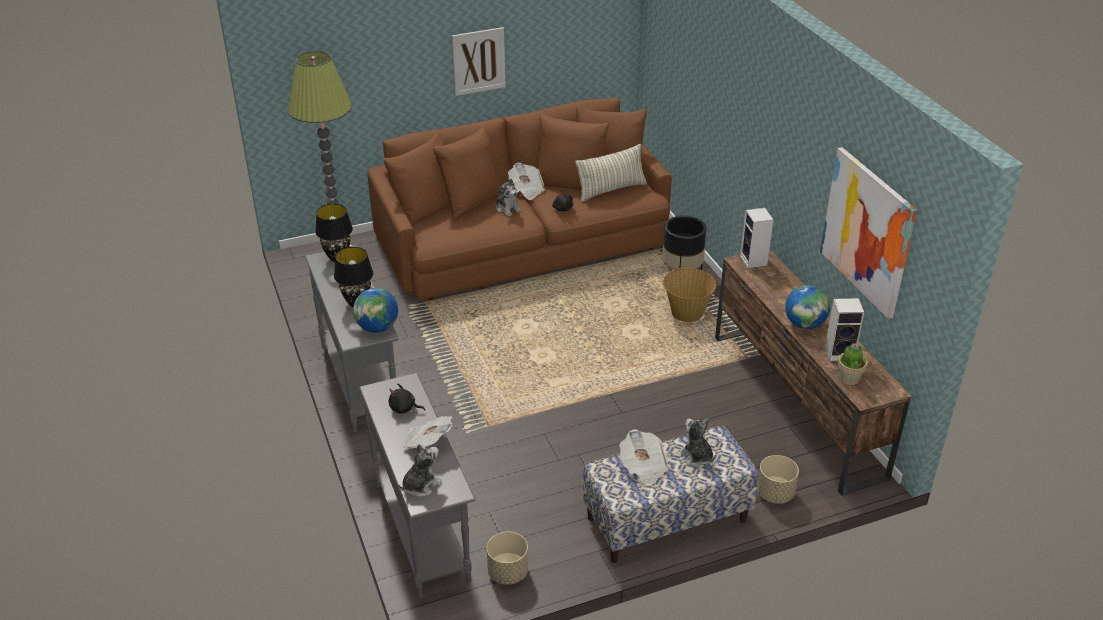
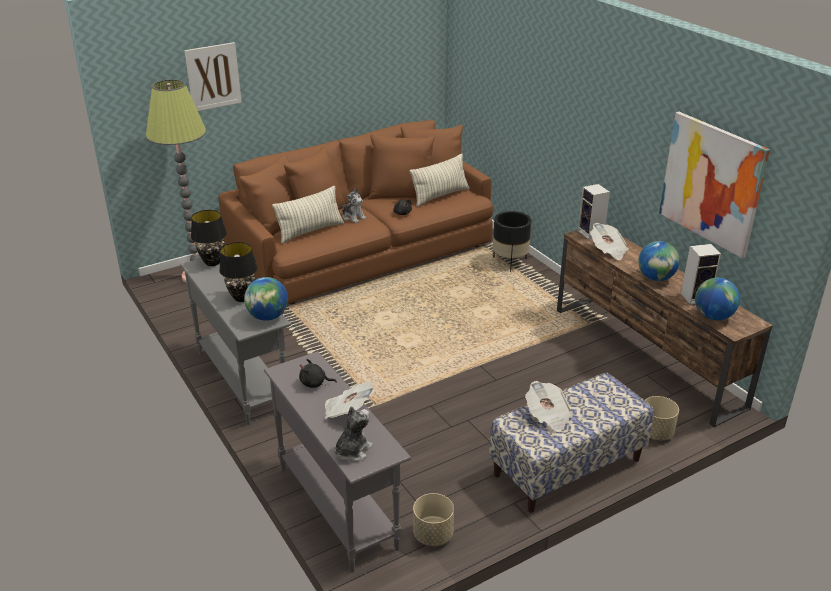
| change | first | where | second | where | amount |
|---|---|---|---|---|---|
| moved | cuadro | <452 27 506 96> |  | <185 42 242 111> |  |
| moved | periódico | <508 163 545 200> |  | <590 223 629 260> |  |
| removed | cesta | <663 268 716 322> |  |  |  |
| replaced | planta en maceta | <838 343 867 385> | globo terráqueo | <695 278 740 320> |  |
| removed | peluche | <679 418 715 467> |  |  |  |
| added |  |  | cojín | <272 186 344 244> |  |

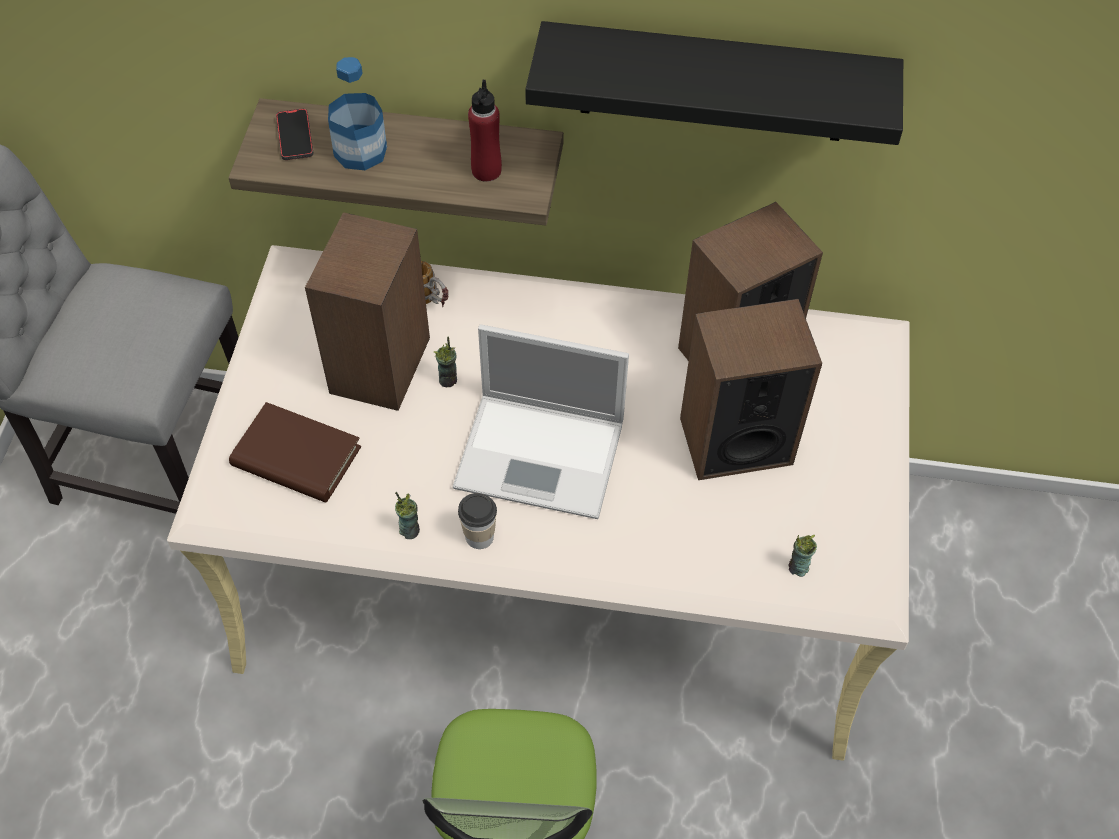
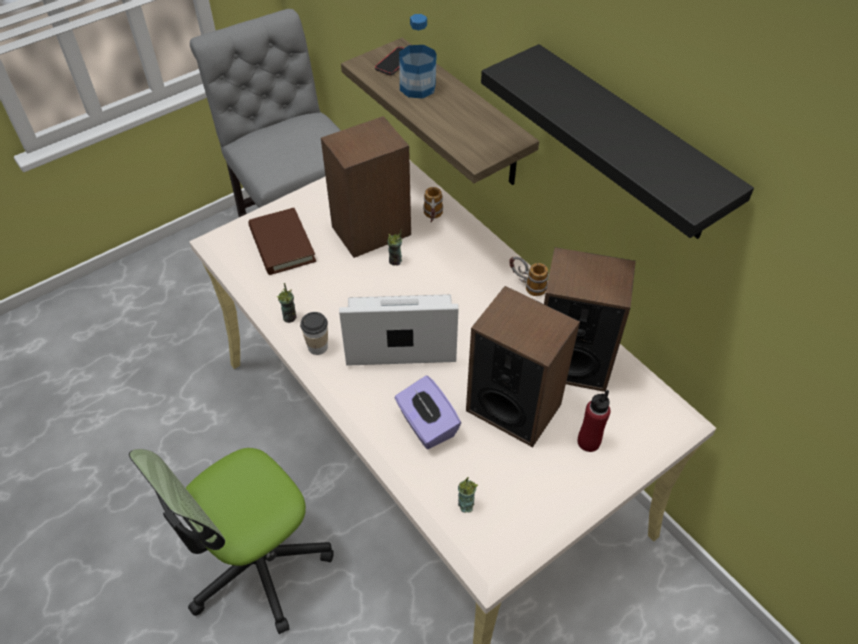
| change | first | where | second | where | amount |
|---|---|---|---|---|---|
| moved | botella/rojo | <468 80 502 182> |  | <577 390 610 452> |  |
| turned | portátil | <452 324 629 519> |  | <339 294 459 366> | 120 degrees clockwise |
| added |  |  | taza grande | <509 256 549 296> |  |
| added |  |  | caja de pañuelos/morado | <395 376 461 449> |  |

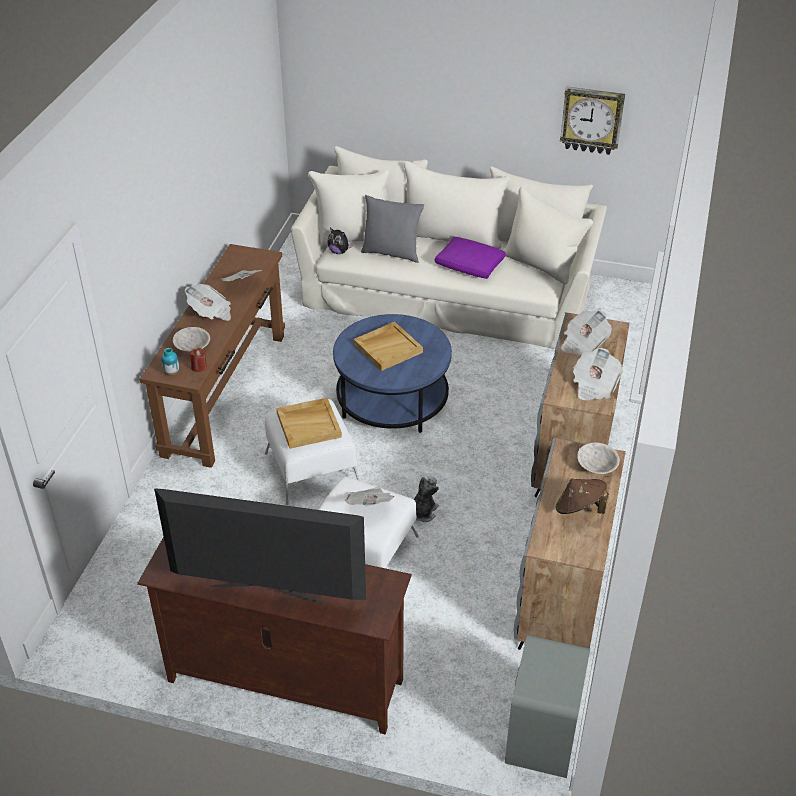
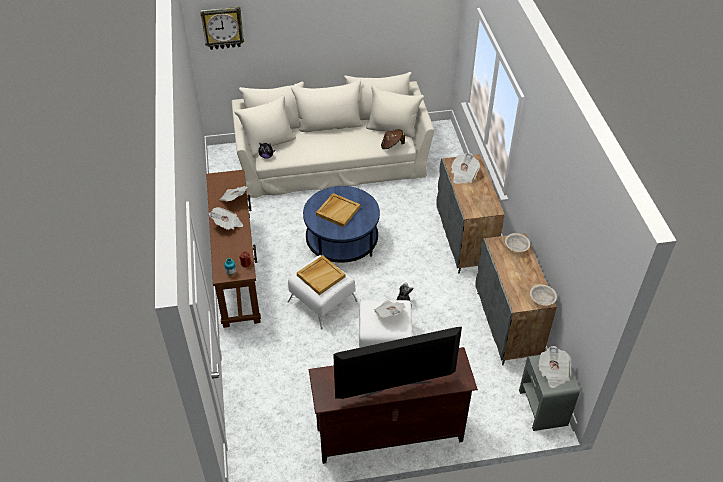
| change | first | where | second | where | amount |
|---|---|---|---|---|---|
| moved | reloj de pared | <560 87 625 155> |  | <200 7 244 50> |  |
| removed | cojín/gris | <361 195 424 263> |  |  |  |
| removed | cojín/morado | <435 237 506 279> |  |  |  |
| moved | cuenco/beis | <173 327 210 352> |  | <530 284 557 306> |  |
| moved | periódico | <573 348 623 400> |  | <538 346 571 388> |  |
| moved | sombrero/marrón | <556 479 609 514> |  | <381 129 405 149> |  |

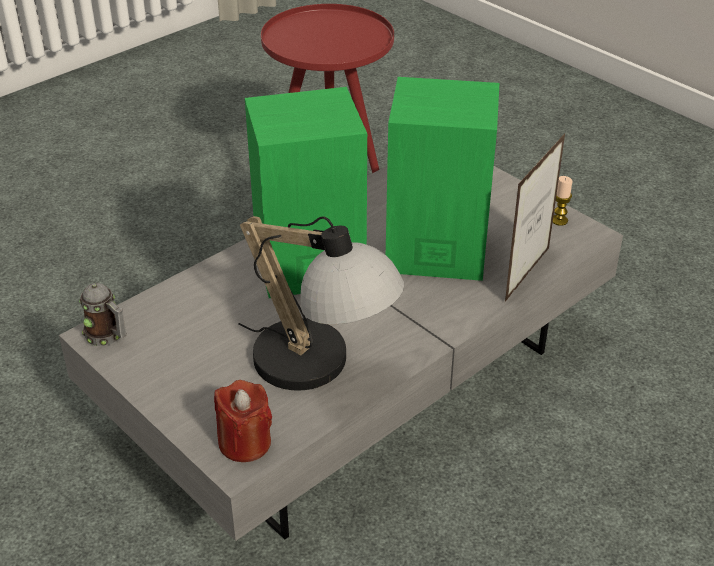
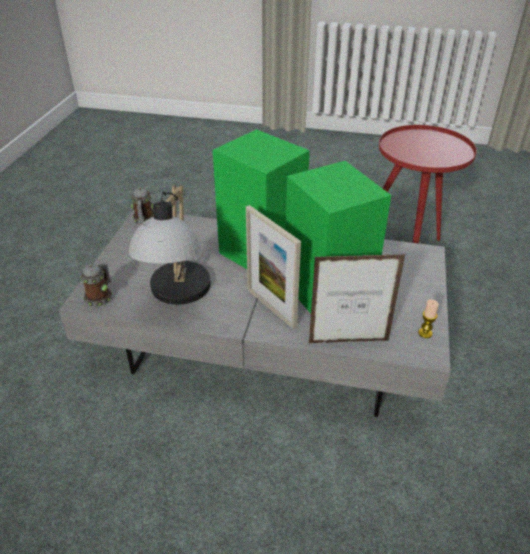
| change | first | where | second | where | amount |
|---|---|---|---|---|---|
| replaced | vela/rojo | <214 380 272 462> | taza grande | <80 262 112 307> |  |
| added |  |  | portarretratos | <246 205 301 329> |  |

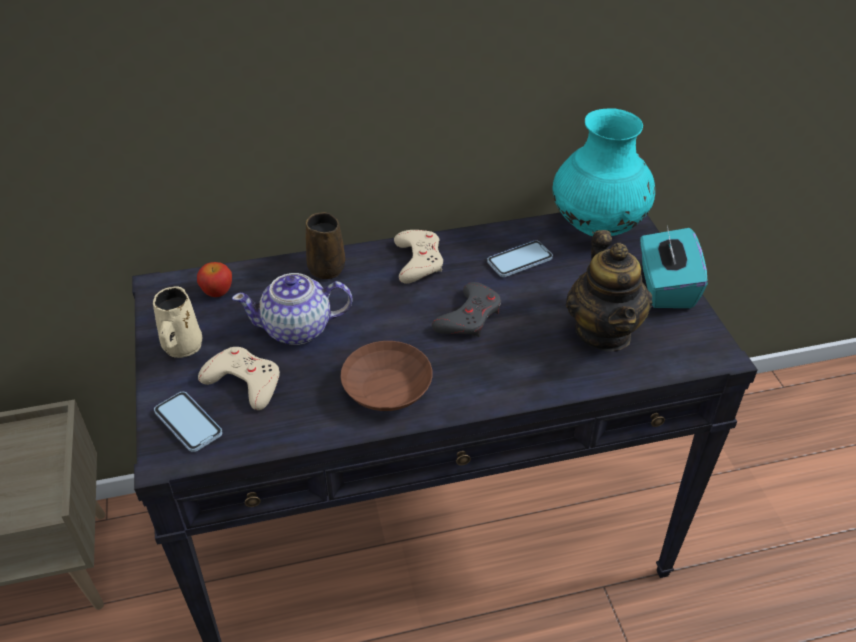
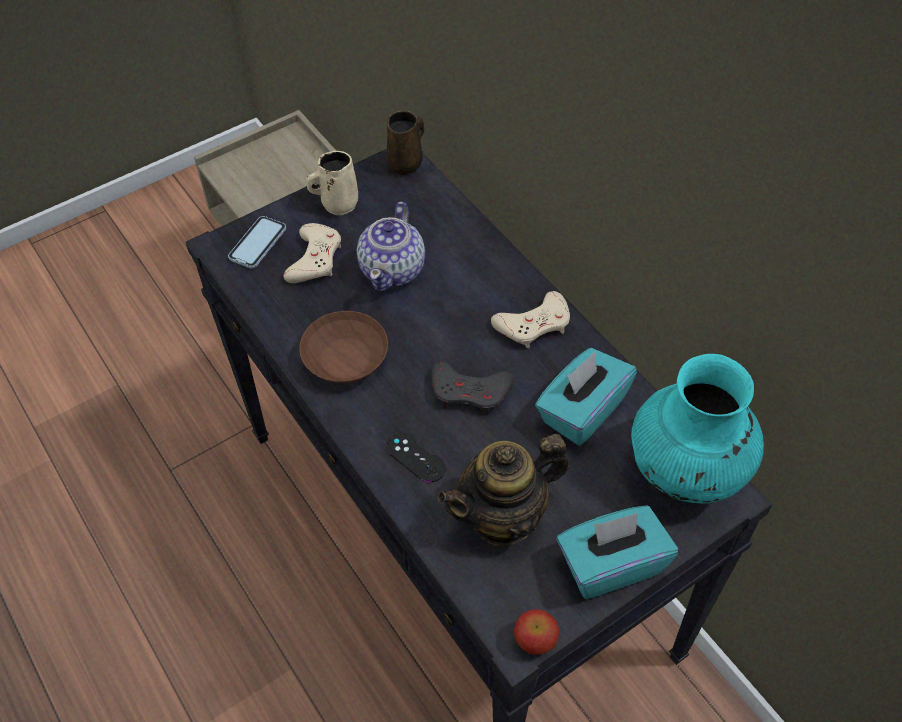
| change | first | where | second | where | amount |
|---|---|---|---|---|---|
| moved | taza grande/marrón | <306 212 345 279> |  | <386 111 424 175> |  |
| replaced | móvil | <487 240 553 277> | caja de pañuelos/turquesa | <535 348 637 446> |  |
| moved | manzana | <197 262 232 297> |  | <514 609 559 655> |  |
| turned | tetera | <232 273 353 345> |  | <357 201 425 291> | 135 degrees counterclockwise |
| added |  |  | mando de consola/negro | <387 433 446 482> |  |

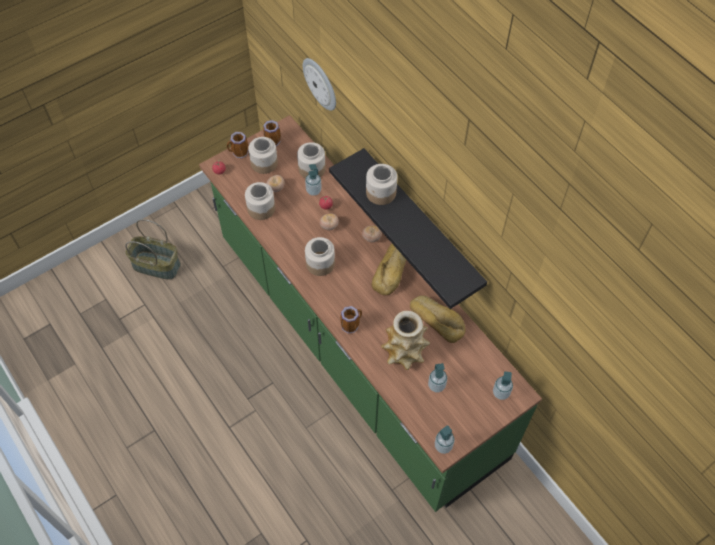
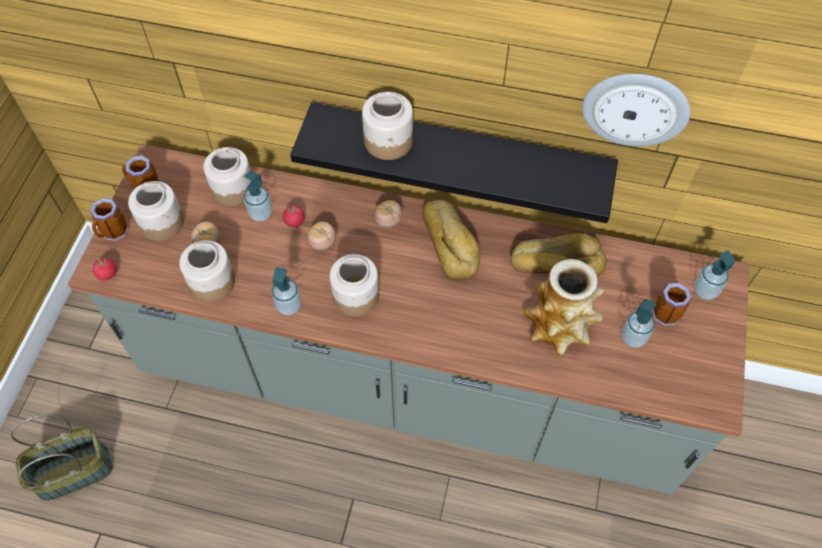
| change | first | where | second | where | amount |
|---|---|---|---|---|---|
| moved | reloj de pared | <303 58 336 111> |  | <582 74 691 146> |  |
| recoloured | mueble bajo de cocina/verde | <199 115 542 512> | mueble bajo de cocina/gris | <68 144 749 494> |  |
| moved | taza grande | <340 306 362 334> |  | <652 281 692 326> |  |
| moved | dispensador de jabón | <435 425 455 454> |  | <271 267 301 315> |  |

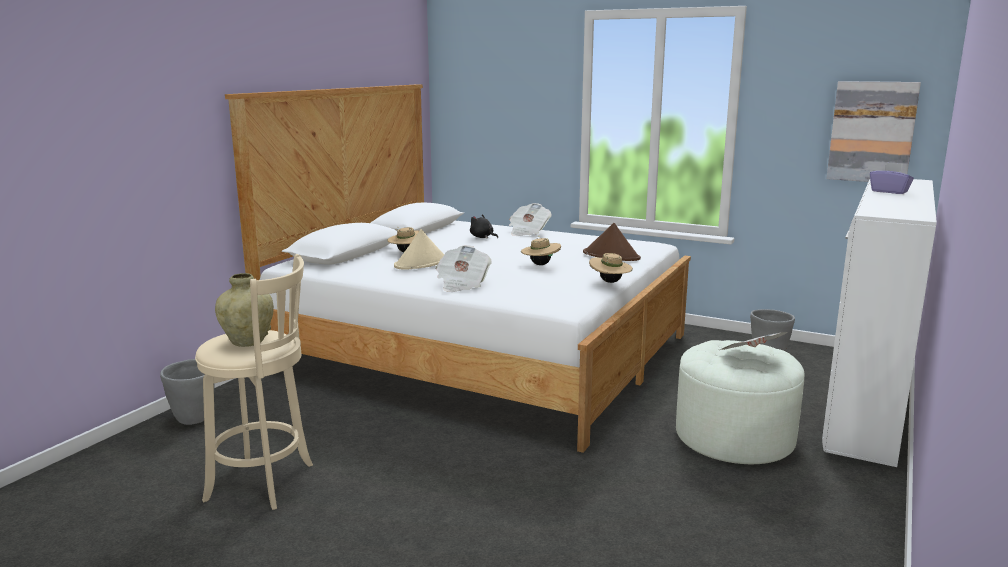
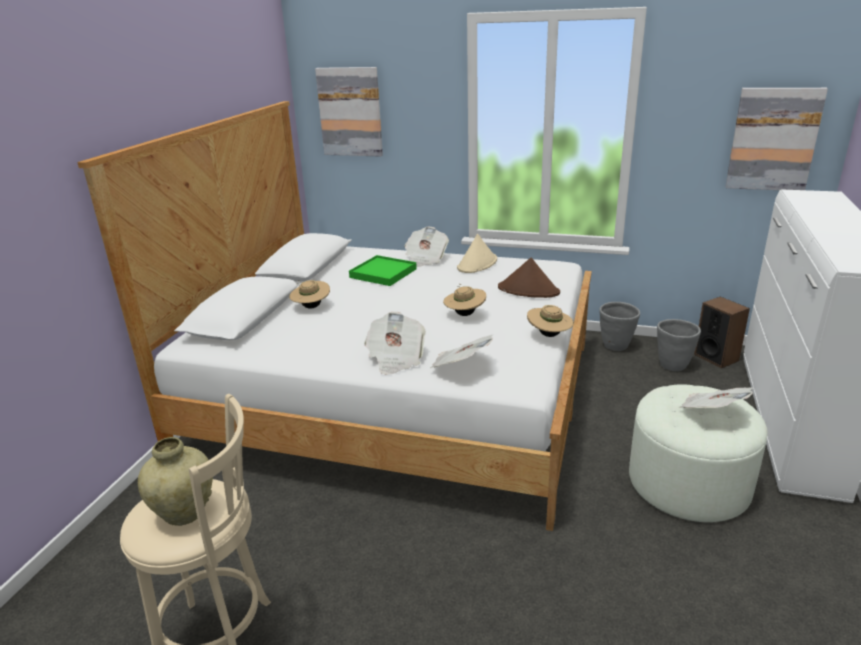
| change | first | where | second | where | amount |
|---|---|---|---|---|---|
| removed | caja de pañuelos/morado | <870 163 914 194> |  |  |  |
| replaced | peluche/negro | <470 214 498 238> | bandeja/verde | <349 255 417 286> |  |
| moved | sombrero/beis | <394 229 444 270> |  | <457 234 497 273> |  |
| moved | maceta/gris | <160 359 215 425> |  | <599 302 640 351> |  |
| added |  |  | cuadro | <315 67 383 157> |  |
| added |  |  | altavoz | <694 297 750 368> |  |
| added |  |  | periódico | <430 335 493 368> |  |

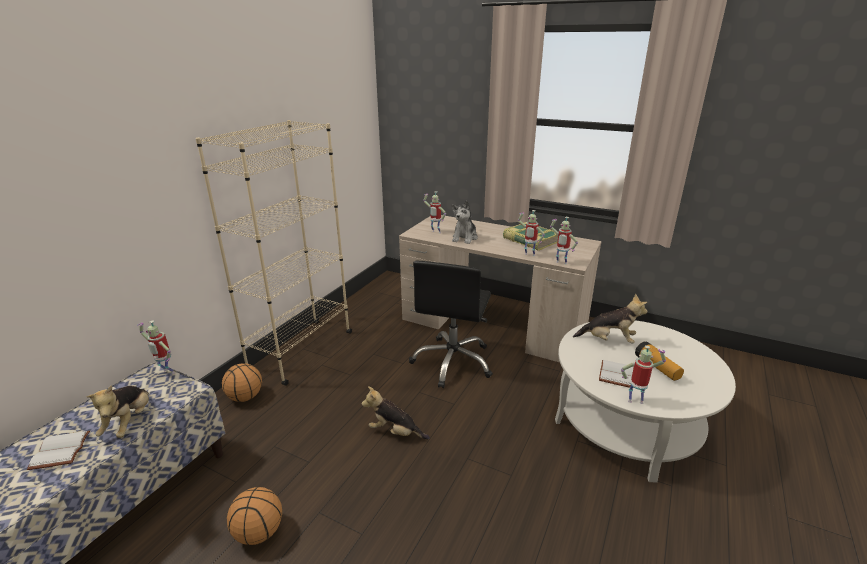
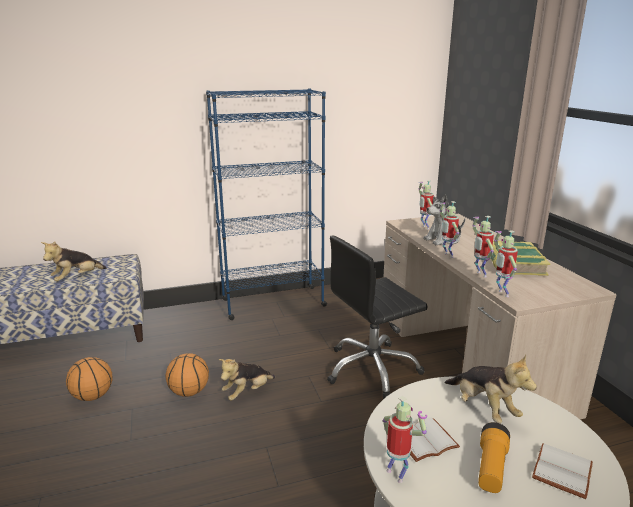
| change | first | where | second | where | amount |
|---|---|---|---|---|---|
| recoloured | estantería/beis | <196 120 352 386> | estantería/azul | <206 88 327 320> |  |
| moved | robot de juguete | <137 320 175 374> |  | <439 201 459 258> |  |
| moved | balón de baloncesto | <222 363 262 402> |  | <166 353 209 397> |  |
| turned | peluche | <362 386 430 439> |  | <219 359 275 401> | 105 degrees counterclockwise |
| moved | libro/blanco | <27 431 90 470> |  | <532 443 593 499> |  |

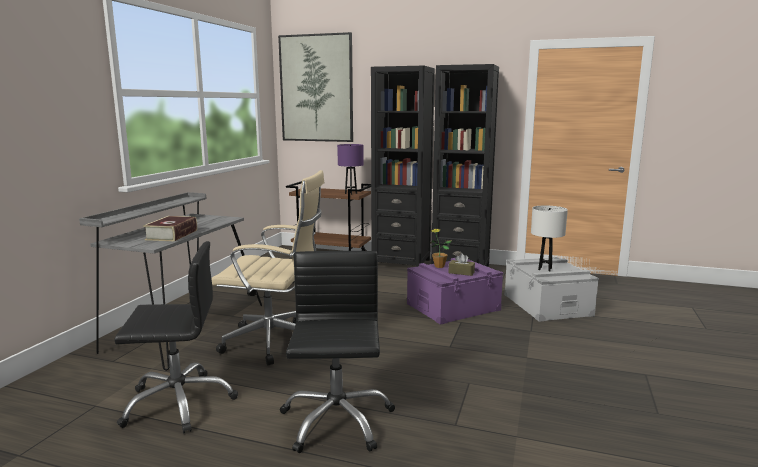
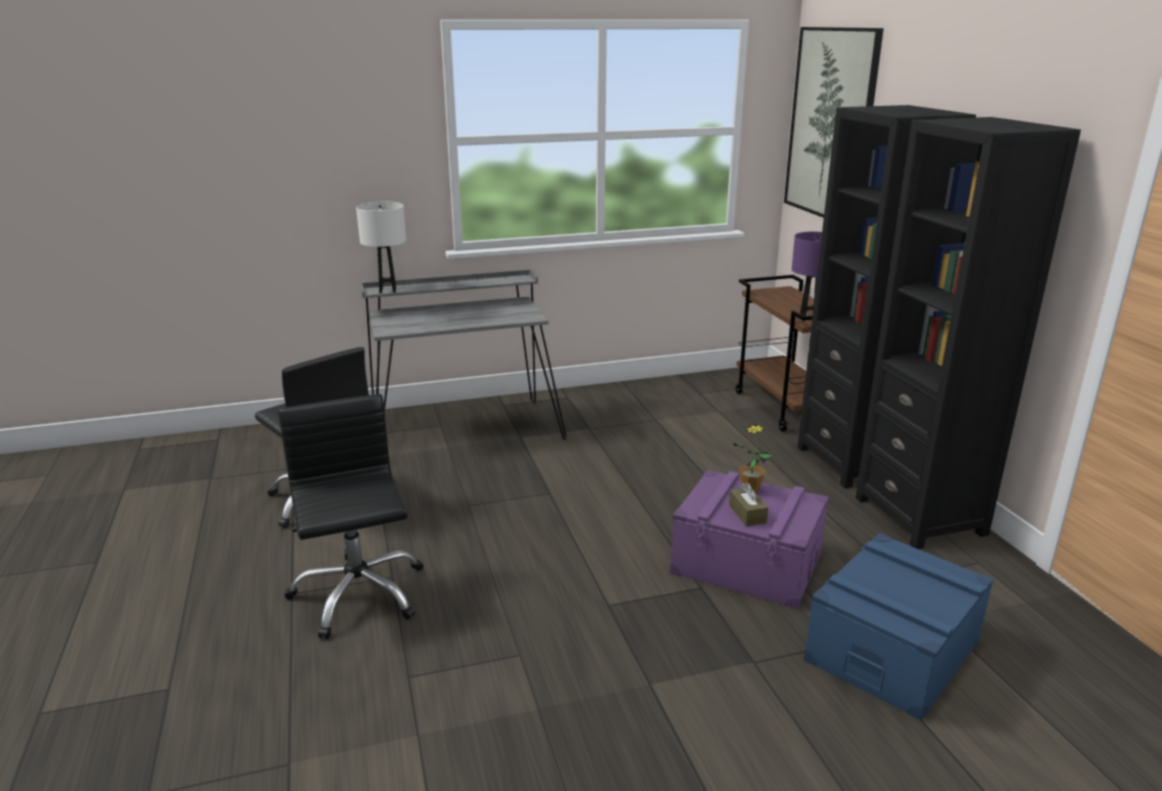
| change | first | where | second | where | amount |
|---|---|---|---|---|---|
| removed | silla de oficina/beis | <211 170 325 365> |  |  |  |
| moved | lámpara de mesa/blanco | <531 205 568 272> |  | <356 202 406 293> |  |
| removed | libro | <143 216 197 241> |  |  |  |
| turned | silla de oficina/negro | <280 251 395 453> |  | <278 394 423 639> | 75 degrees counterclockwise |
| recoloured | caja de almacenaje/gris | <504 257 599 322> | caja de almacenaje/azul | <804 533 993 721> |  |

